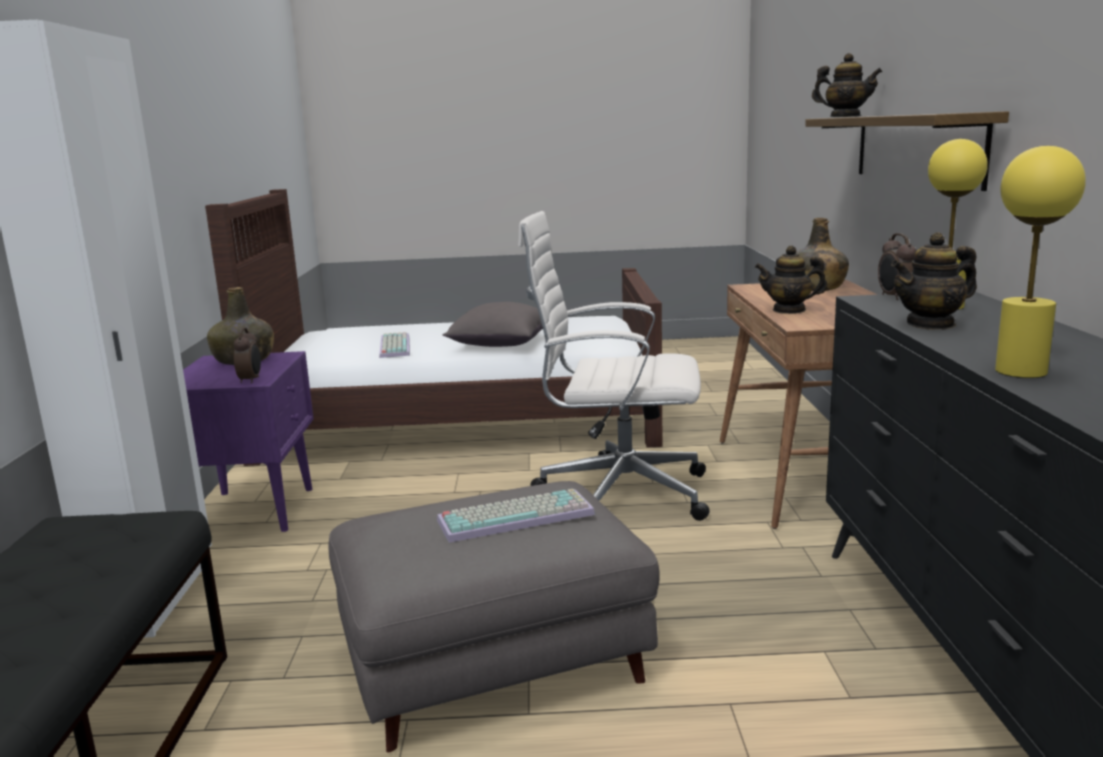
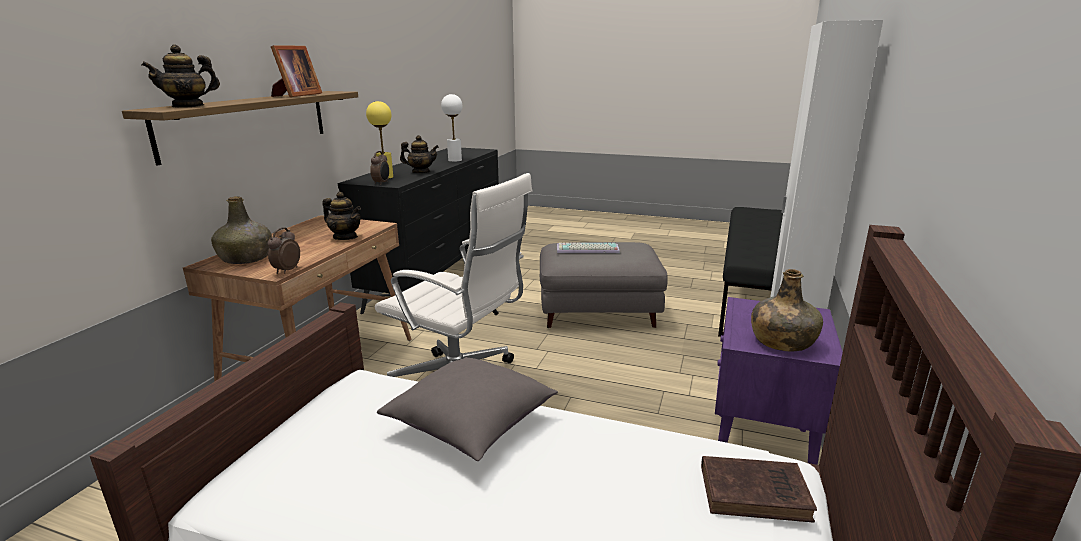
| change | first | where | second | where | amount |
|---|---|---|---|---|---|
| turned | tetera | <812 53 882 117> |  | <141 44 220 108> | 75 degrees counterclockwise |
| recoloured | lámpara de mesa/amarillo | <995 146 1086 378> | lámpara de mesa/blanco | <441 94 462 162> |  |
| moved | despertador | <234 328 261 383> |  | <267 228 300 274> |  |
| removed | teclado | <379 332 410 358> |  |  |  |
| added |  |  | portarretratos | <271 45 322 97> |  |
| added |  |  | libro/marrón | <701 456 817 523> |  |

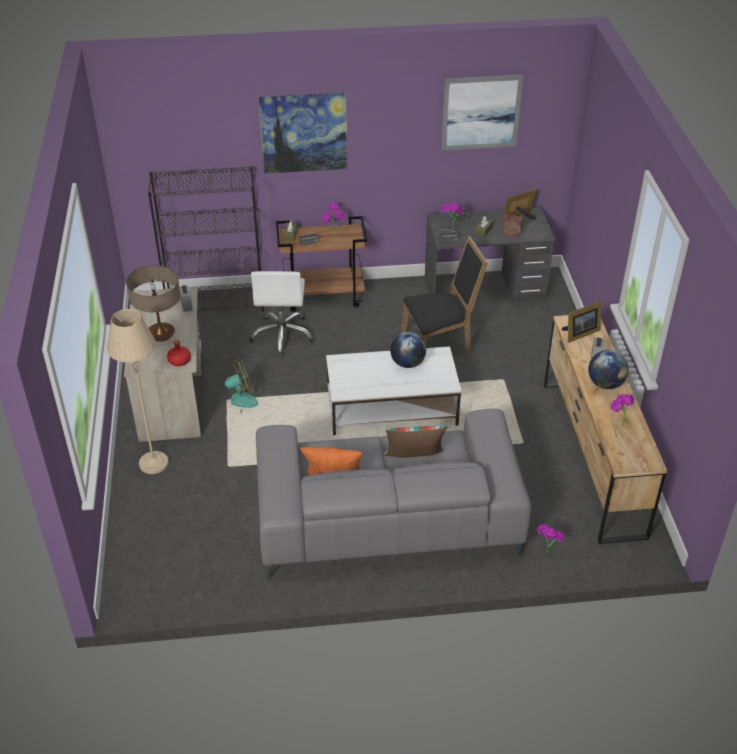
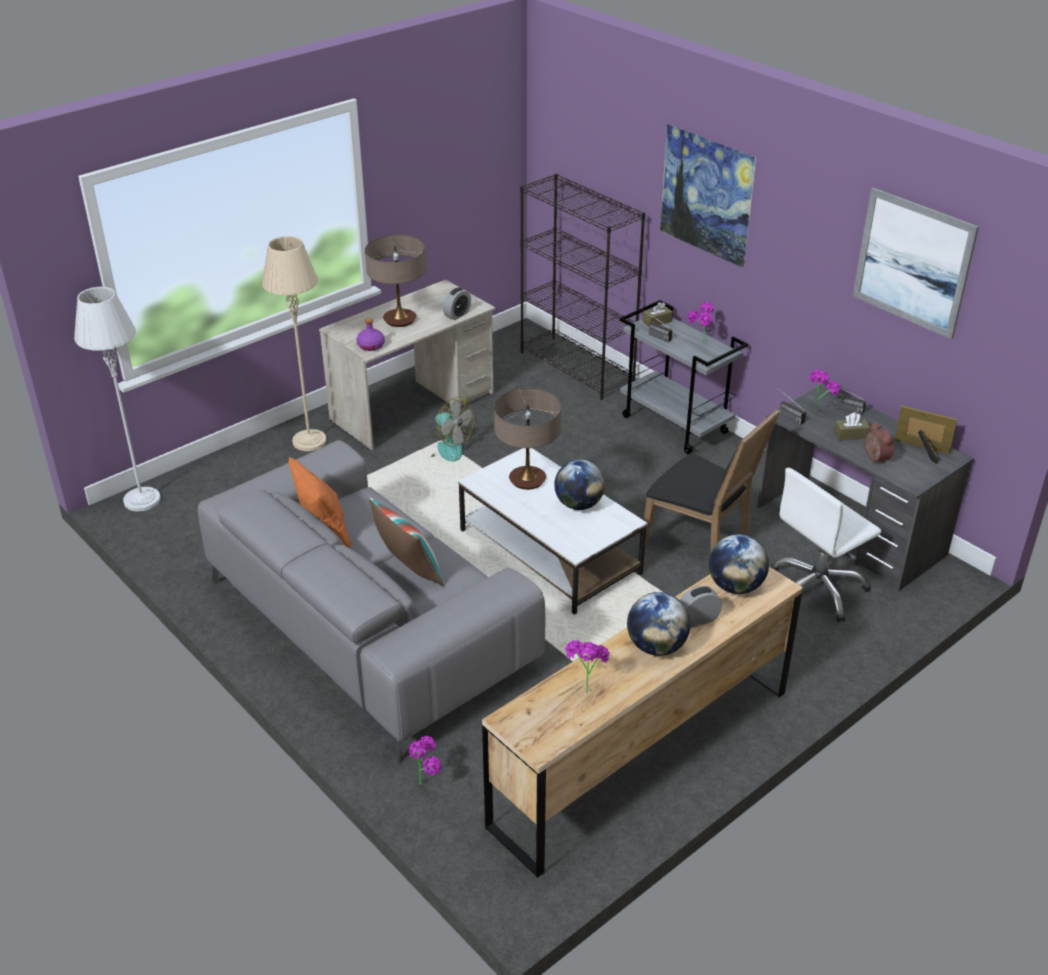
| change | first | where | second | where | amount |
|---|---|---|---|---|---|
| recoloured | carrito/marrón | <276 216 367 312> | carrito/gris | <620 300 748 454> |  |
| moved | silla de oficina/blanco | <249 271 315 356> |  | <770 468 881 622> |  |
| replaced | portarretratos | <562 301 601 343> | globo terráqueo | <709 534 769 594> |  |
| recoloured | botella/rojo | <167 340 191 366> | botella/morado | <356 318 385 351> |  |
| added |  |  | lámpara de pie/gris | <74 287 161 511> |  |
| added |  |  | lámpara de mesa | <494 388 562 490> |  |

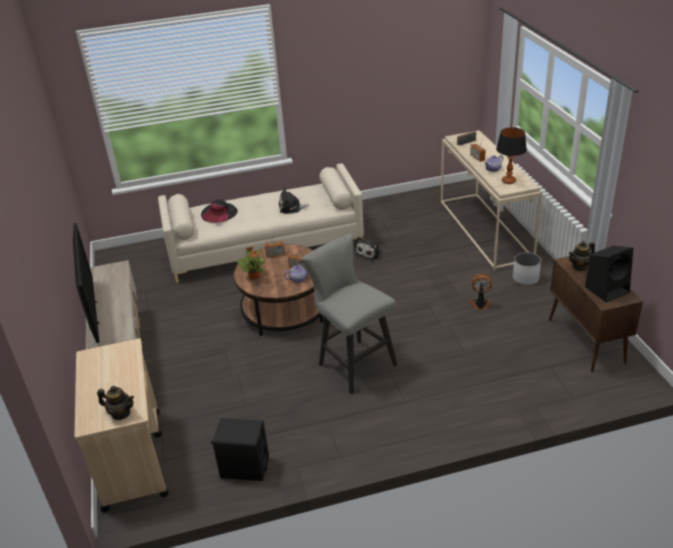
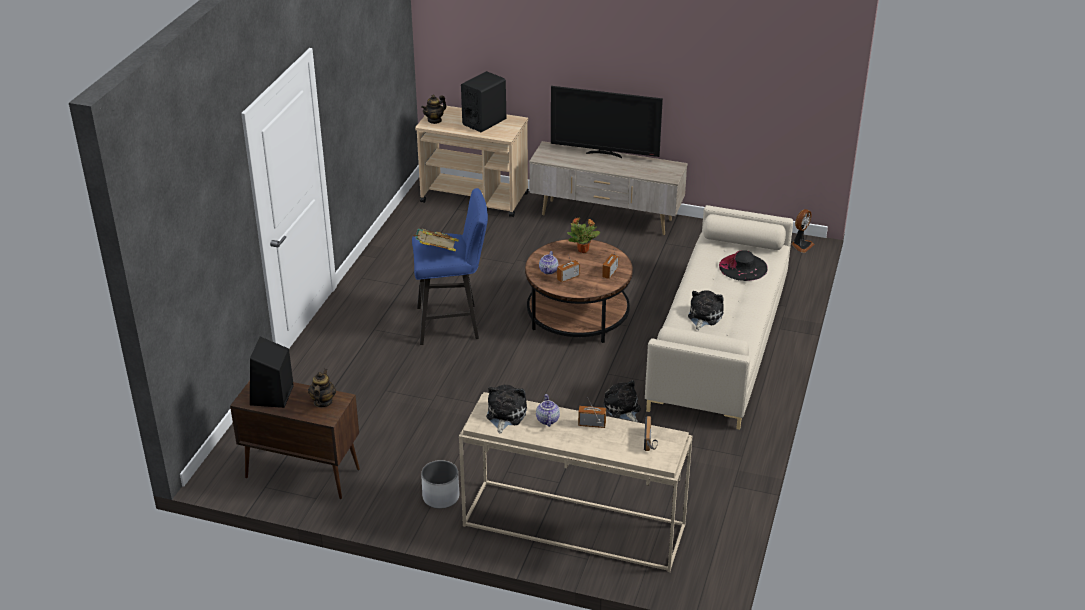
| change | first | where | second | where | amount |
|---|---|---|---|---|---|
| replaced | lámpara de mesa | <496 127 527 184> | peluche | <486 385 527 434> |  |
| recoloured | taburete/gris | <301 234 398 394> | taburete/azul | <412 188 488 345> |  |
| moved | ventilador | <469 274 492 310> |  | <791 209 815 253> |  |
| moved | altavoz/negro | <211 418 269 481> |  | <461 71 506 132> |  |
| added |  |  | libro | <414 228 459 252> |  |

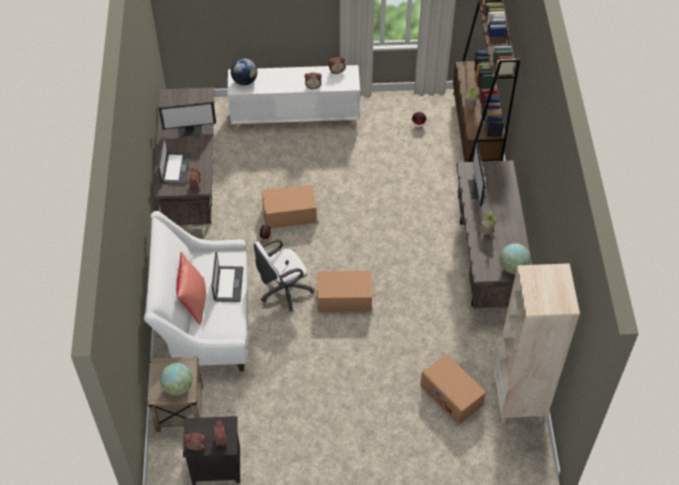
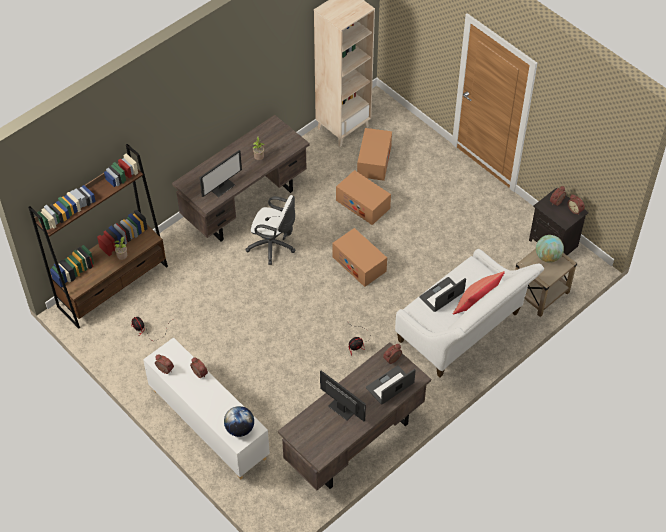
| change | first | where | second | where | amount |
|---|---|---|---|---|---|
| moved | caja de cartón | <262 185 317 228> |  | <336 170 391 225> |  |
| moved | silla de oficina/blanco | <254 239 315 312> |  | <245 195 295 265> |  |
| removed | globo terráqueo | <500 243 531 274> |  |  |  |

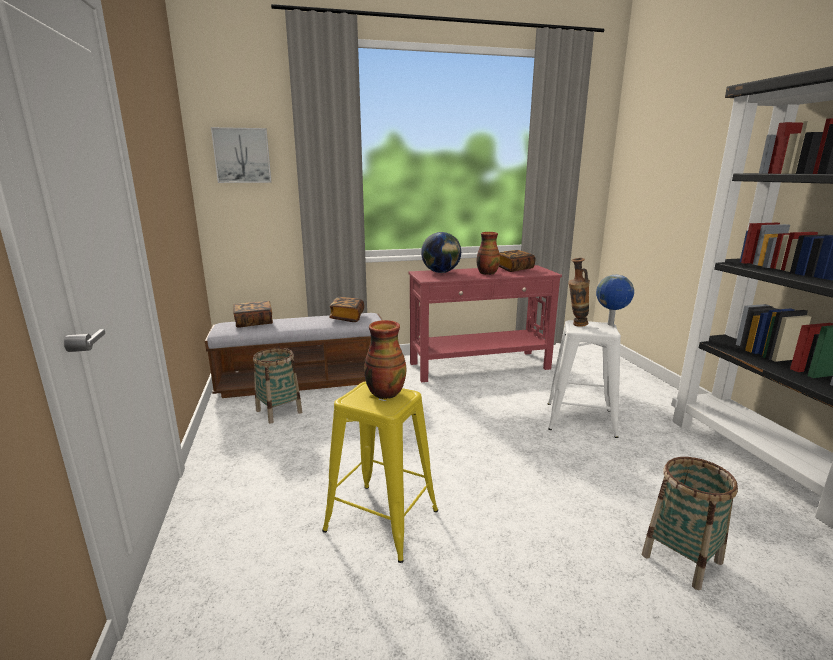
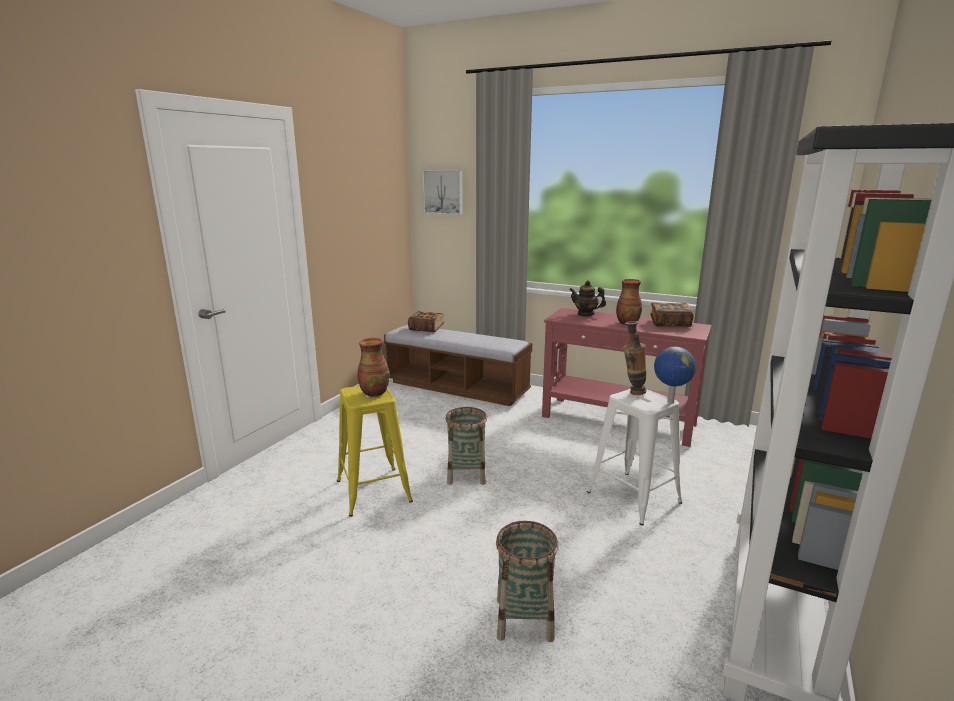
| change | first | where | second | where | amount |
|---|---|---|---|---|---|
| replaced | globo terráqueo | <421 232 461 273> | tetera | <569 280 606 316> |  |
| removed | libro | <329 297 364 322> |  |  |  |
| moved | cesta | <253 348 303 423> |  | <445 407 487 485> |  |

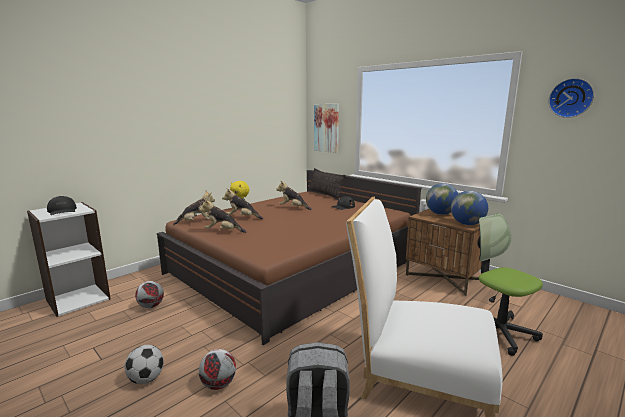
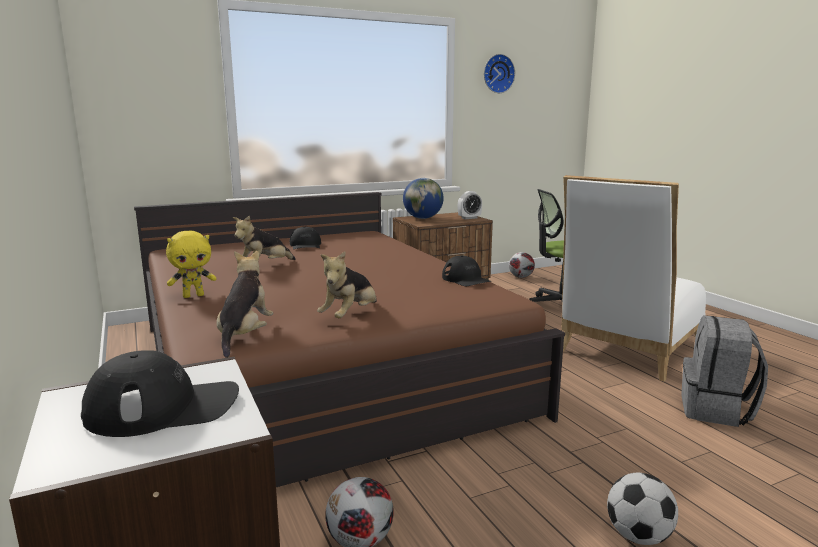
| change | first | where | second | where | amount |
|---|---|---|---|---|---|
| removed | cuadro | <314 104 339 153> |  |  |  |
| removed | cojín | <308 168 346 200> |  |  |  |
| removed | peluche | <222 188 263 219> |  |  |  |
| replaced | globo terráqueo | <451 191 488 225> | despertador | <458 191 482 219> |  |
| moved | balón de fútbol | <199 349 236 390> |  | <509 252 535 278> |  |
| added |  |  | gorra/negro | <442 256 492 286> |  |

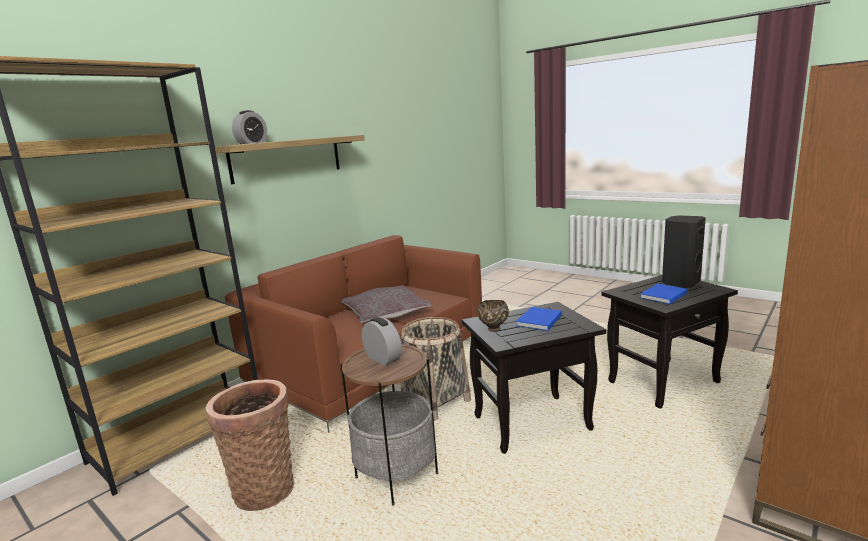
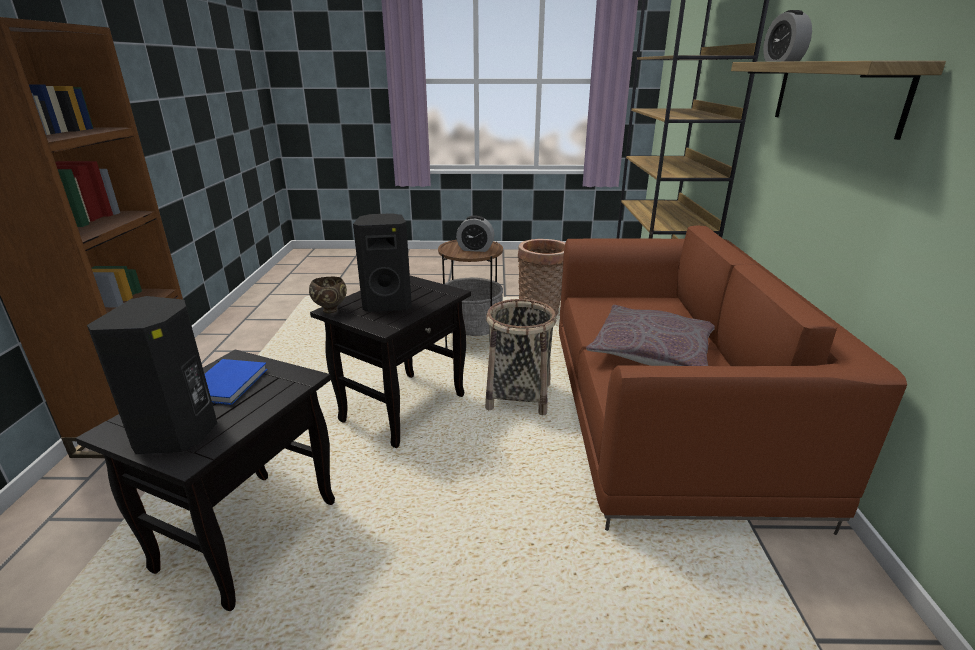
| change | first | where | second | where | amount |
|---|---|---|---|---|---|
| moved | cuenco/marrón | <477 300 509 332> |  | <309 277 347 313> |  |
| replaced | libro/azul | <516 307 562 331> | altavoz/negro | <353 213 412 312> |  |

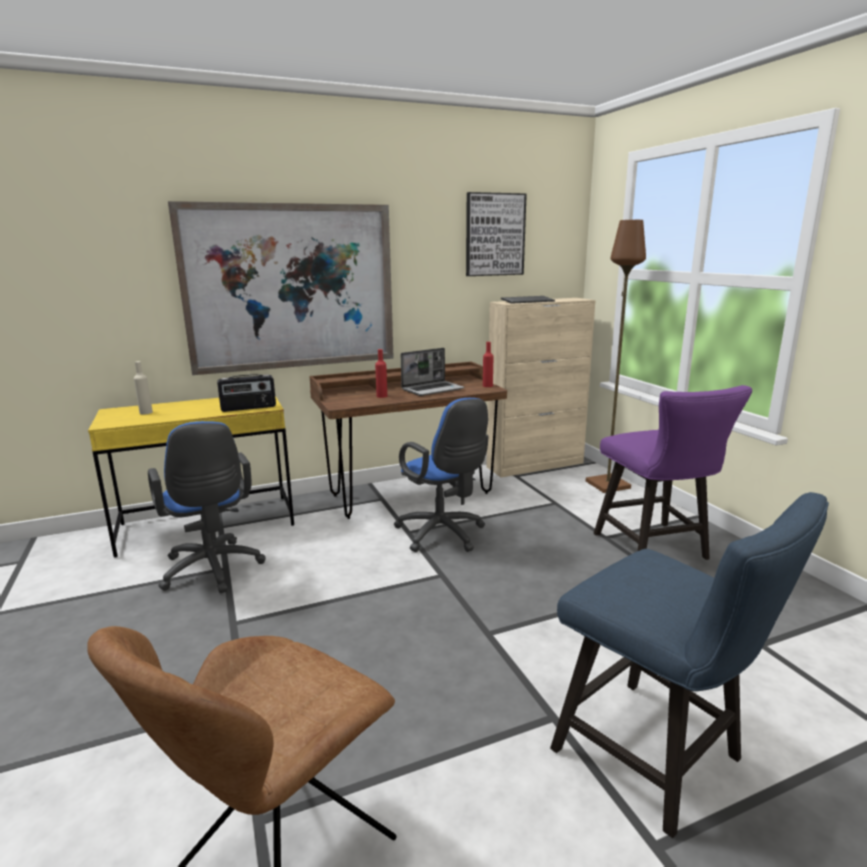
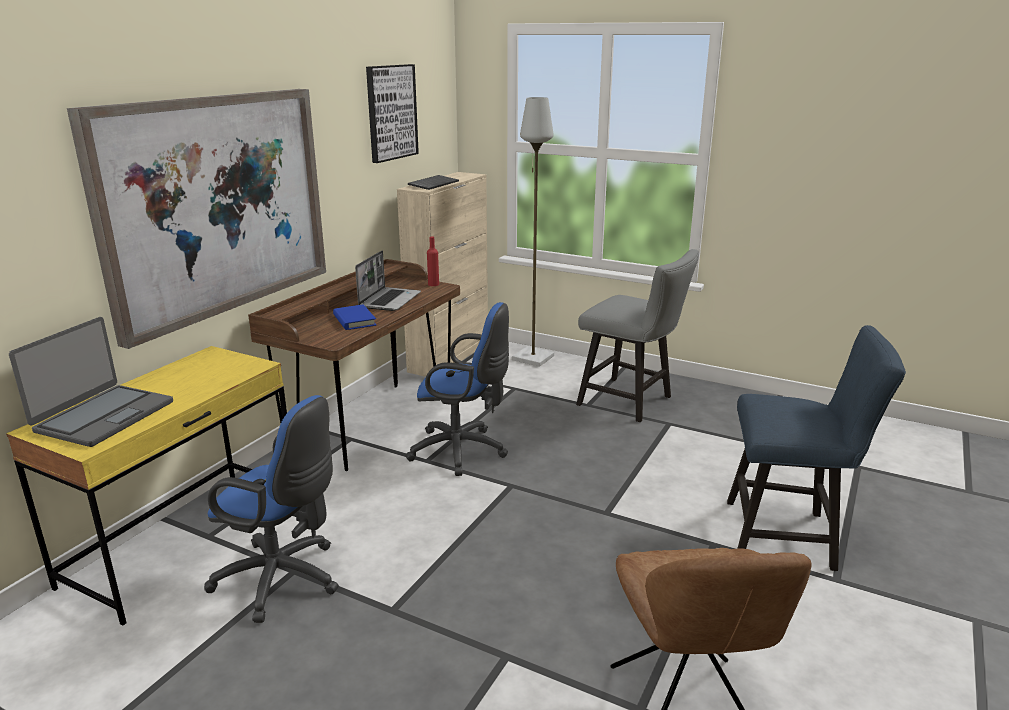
| change | first | where | second | where | amount |
|---|---|---|---|---|---|
| recoloured | lámpara de pie/marrón | <586 220 646 493> | lámpara de pie/gris | <512 97 554 367> |  |
| replaced | botella/rojo | <375 349 387 398> | libro/azul | <333 304 377 330> |  |
| replaced | botella/beis | <134 361 153 414> | portátil | <9 317 173 447> |  |
| removed | radio | <217 374 276 412> |  |  |  |
| recoloured | silla/morado | <594 385 752 560> | silla/gris | <576 249 699 422> |  |

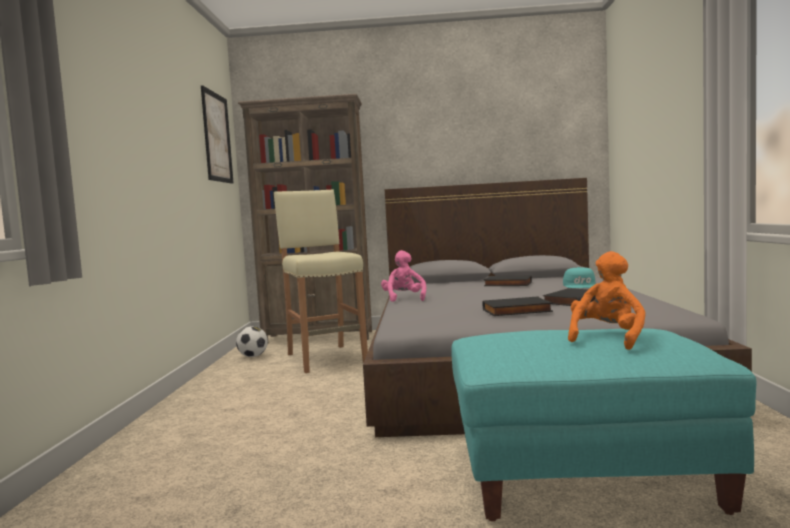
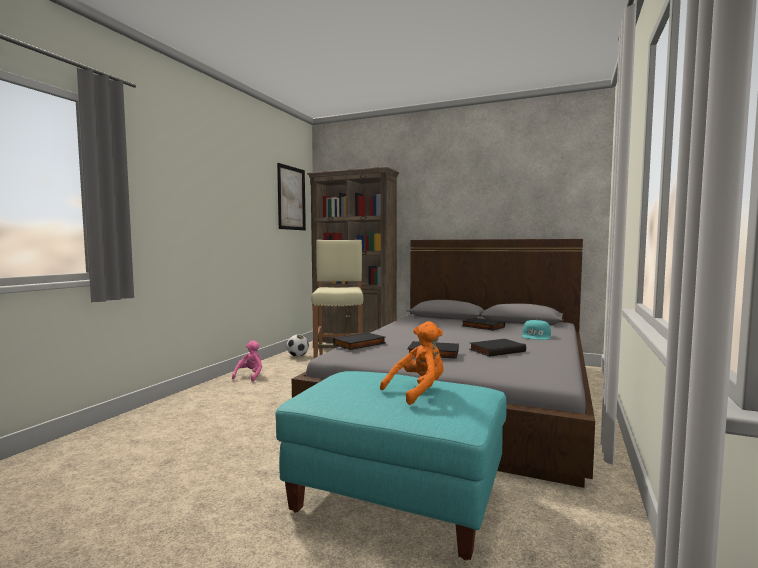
| change | first | where | second | where | amount |
|---|---|---|---|---|---|
| moved | peluche/rosa | <381 250 426 302> |  | <232 341 262 382> |  |
| added |  |  | libro/negro | <333 332 385 350> |  |

